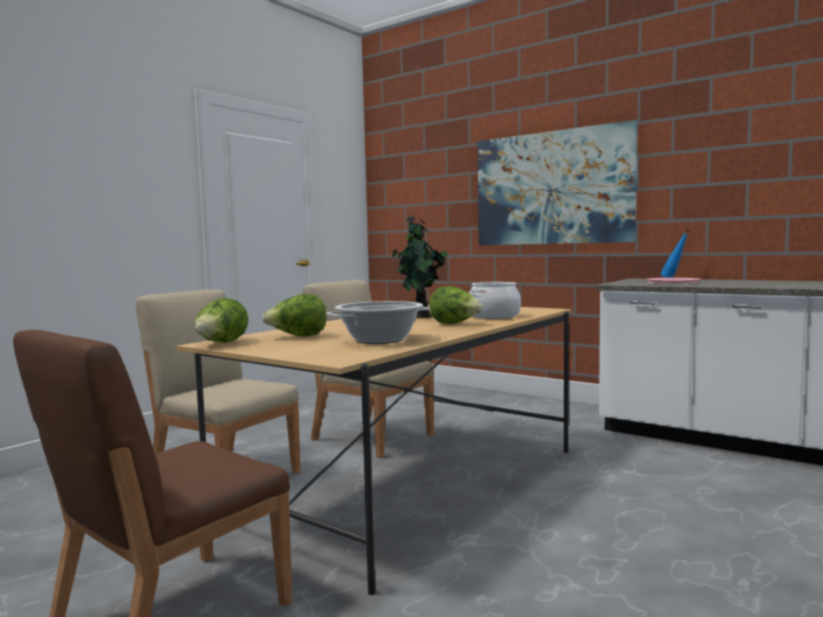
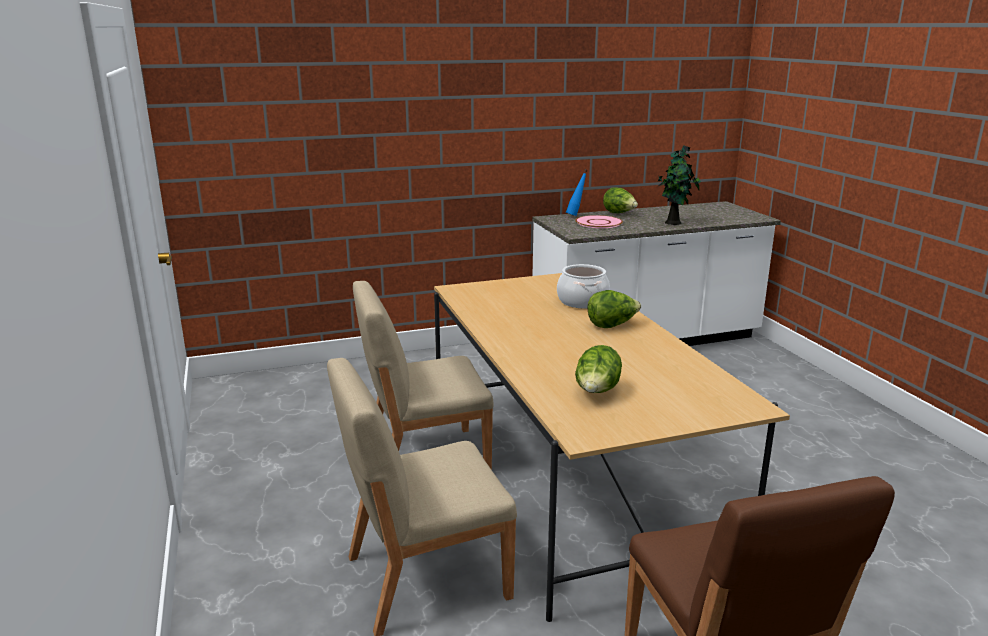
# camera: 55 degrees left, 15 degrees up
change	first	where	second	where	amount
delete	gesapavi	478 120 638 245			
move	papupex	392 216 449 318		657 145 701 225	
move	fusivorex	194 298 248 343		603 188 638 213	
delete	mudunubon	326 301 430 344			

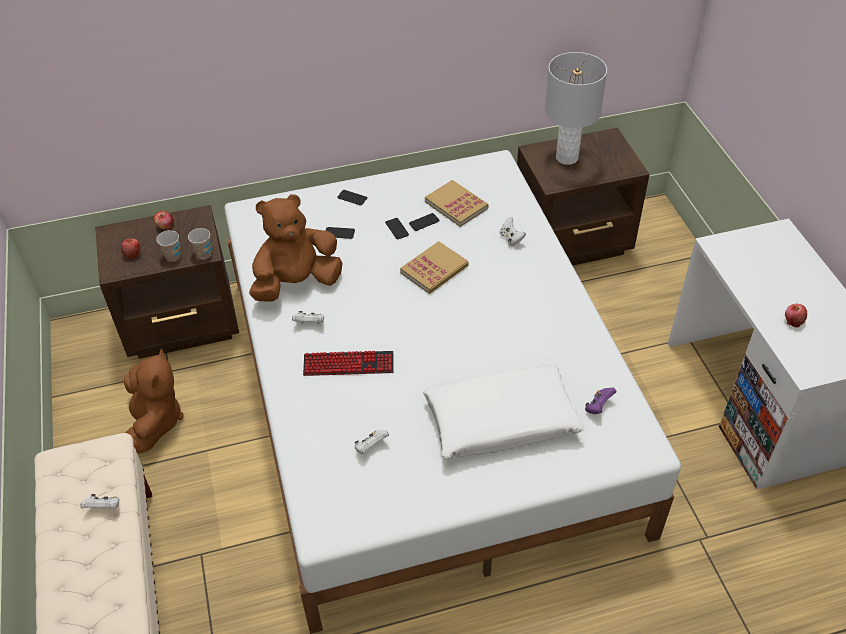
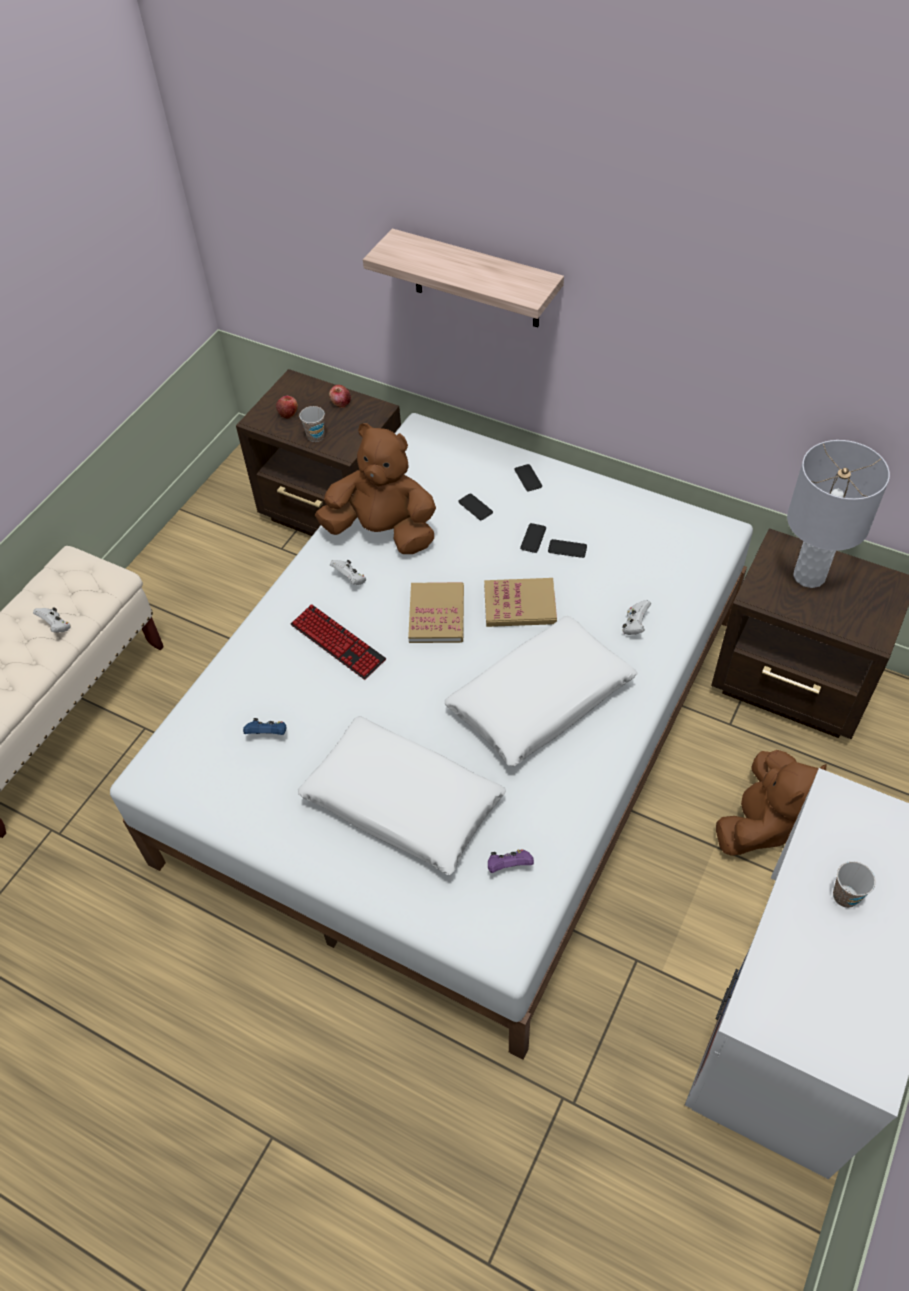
# camera: 45 degrees right, 5 degrees up
change	first	where	second	where	amount
move	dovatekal	425 180 489 227		408 582 464 643	
move	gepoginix	188 228 211 259		833 861 876 908	
delete	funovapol	785 304 807 328			
move	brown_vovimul	124 349 184 453		716 750 827 856	
recolor	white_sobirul	355 430 389 454	blue_sobirul	243 718 286 735	
insert			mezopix	363 228 564 327	
insert			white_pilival	445 616 638 767	

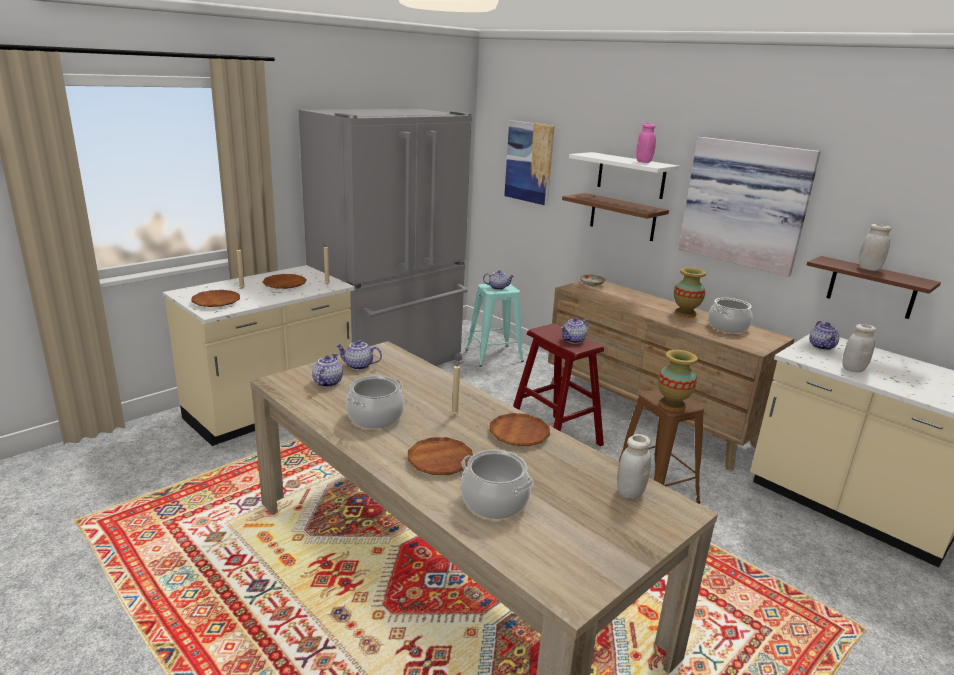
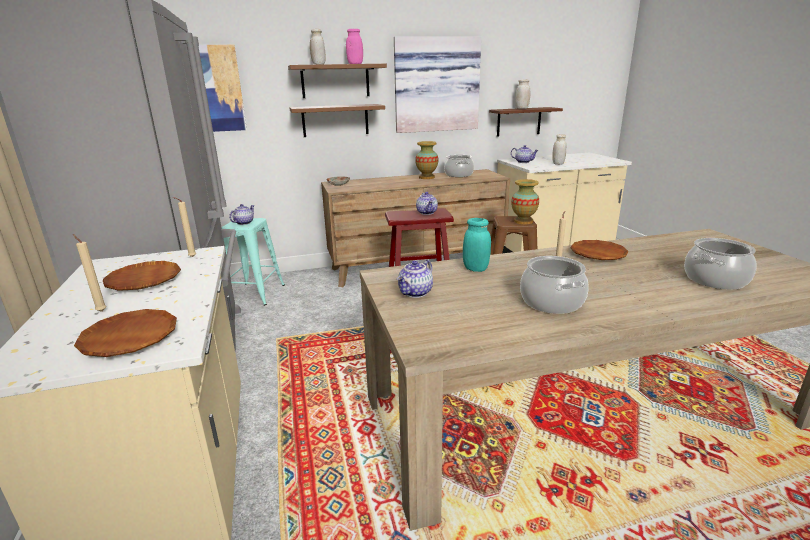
# camera: 60 degrees left, 0 degrees up
change	first	where	second	where	amount
recolor	white_mezopix	569 152 679 199	brown_mezopix	288 64 387 98	
delete	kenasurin	312 353 343 387			
move	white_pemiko	617 434 651 499		310 29 326 65	
delete	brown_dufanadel	408 437 473 475			
insert			turquoise_pemiko	463 218 491 272	

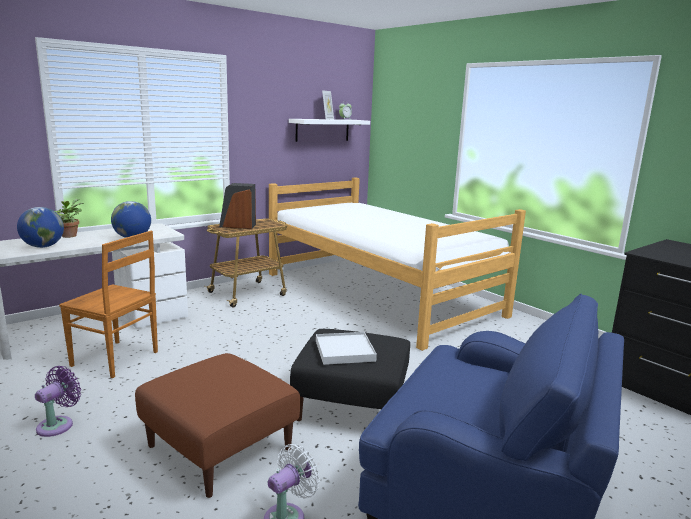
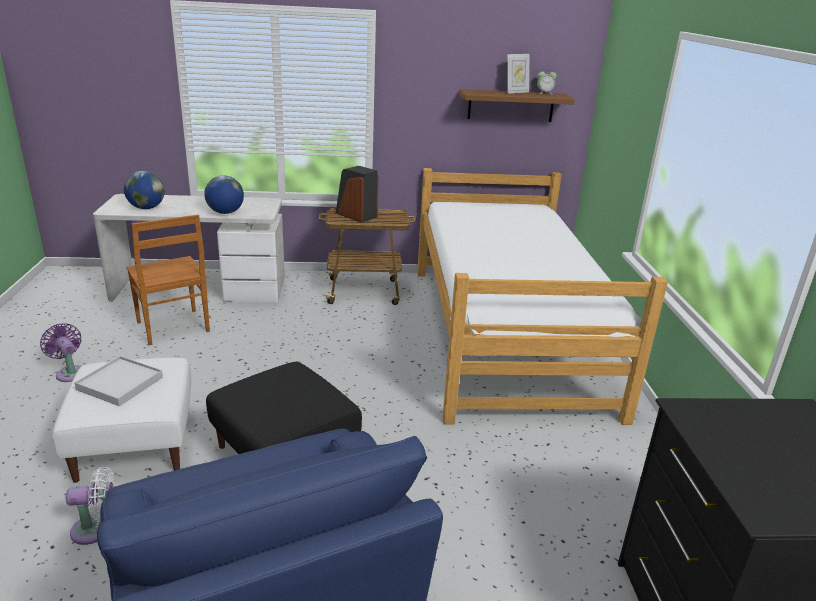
# camera: 35 degrees right, 10 degrees up
change	first	where	second	where	amount
recolor	white_mezopix	289 119 370 142	brown_mezopix	459 89 575 122	
delete	papupex	55 199 84 238			
move	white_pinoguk	316 332 377 365		74 356 163 406	
recolor	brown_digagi	135 353 300 498	white_digagi	52 358 191 483	
rotate	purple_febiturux	35 366 81 437		40 323 81 382	105 degrees counterclockwise

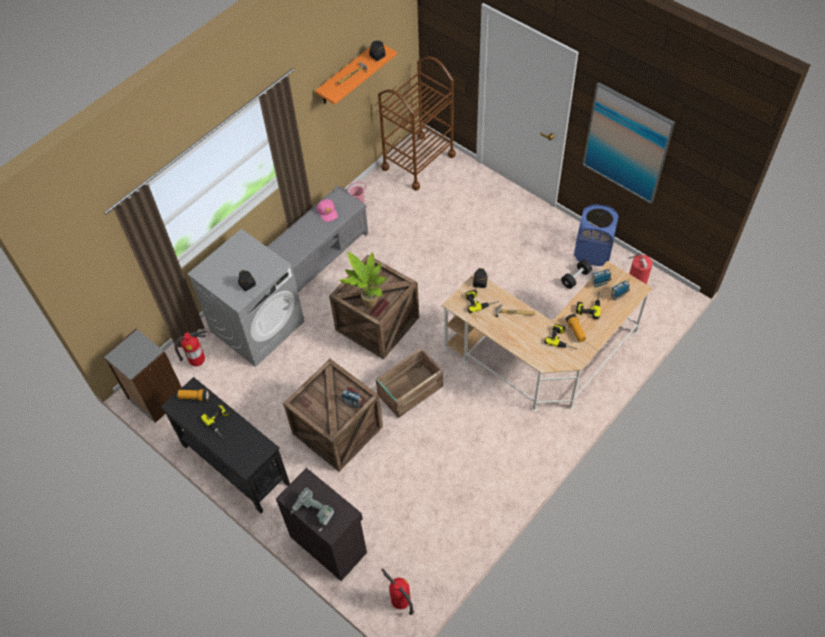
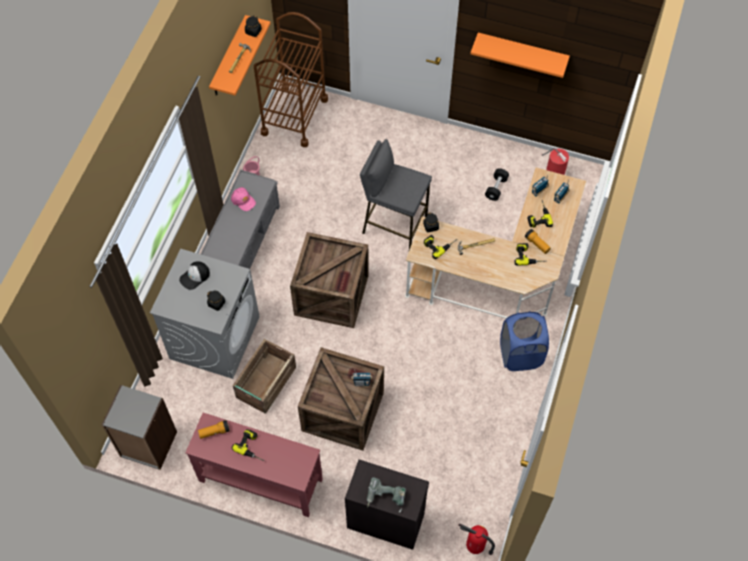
# camera: 25 degrees left, 5 degrees up
change	first	where	second	where	amount
replace	gesapavi	583 82 675 204	orange_mezopix	470 32 570 78	
move	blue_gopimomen	574 204 619 266		500 312 549 371	
delete	papupex	339 252 387 307			
delete	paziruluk	174 330 207 366			
move	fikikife	376 348 443 418		233 339 296 414	
recolor	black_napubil	161 377 290 513	red_napubil	185 413 323 517	
insert			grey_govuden	360 139 432 250	
insert			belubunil	179 261 210 290	

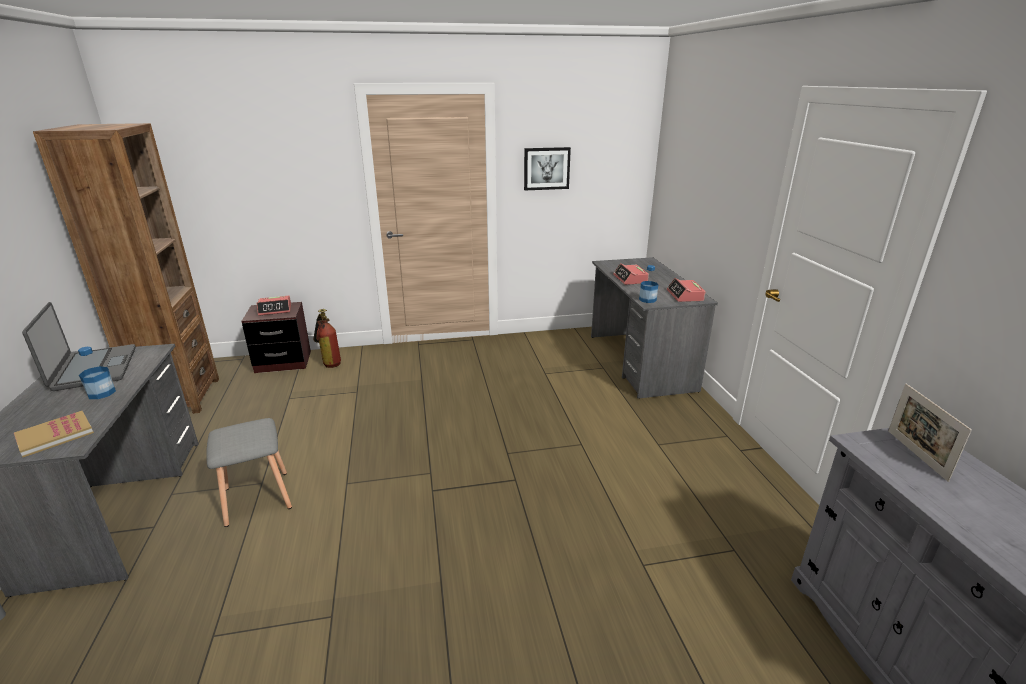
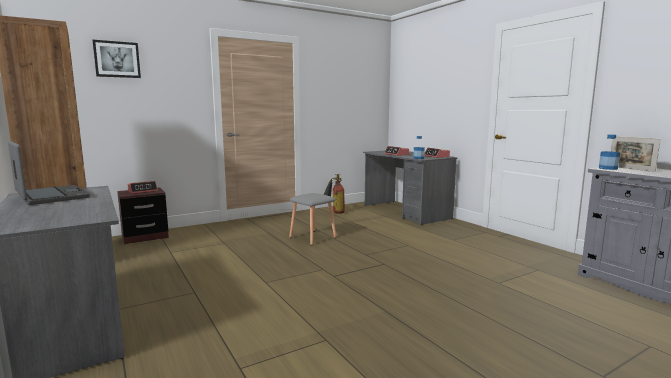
# camera: 20 degrees left, 15 degrees down
change	first	where	second	where	amount
move	gesapavi	524 147 571 190		93 40 141 78	
move	paziruluk	313 309 341 368		324 174 345 214	
move	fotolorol	78 347 116 399		599 134 620 170	
delete	dovatekal	14 411 94 457			
move	grey_govuden	206 418 292 527		289 193 336 245	

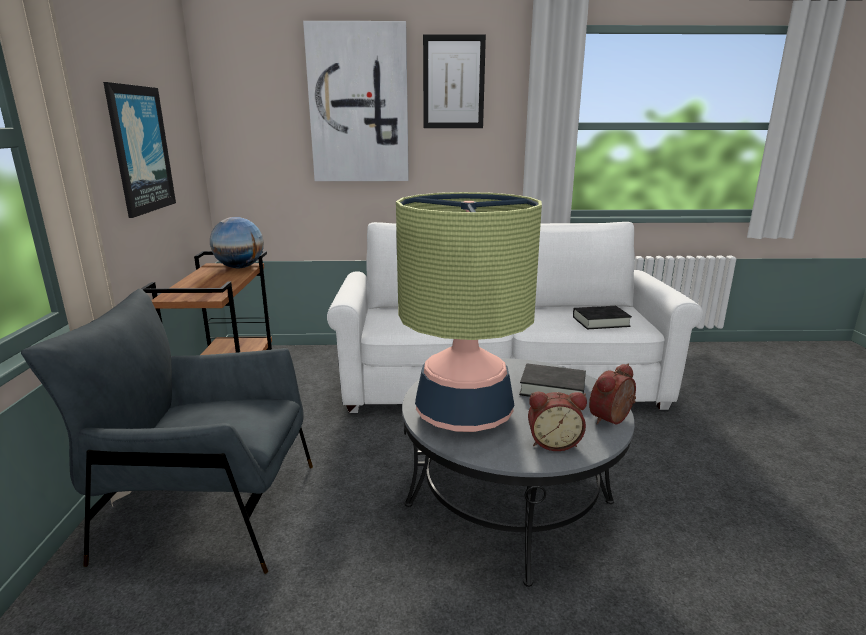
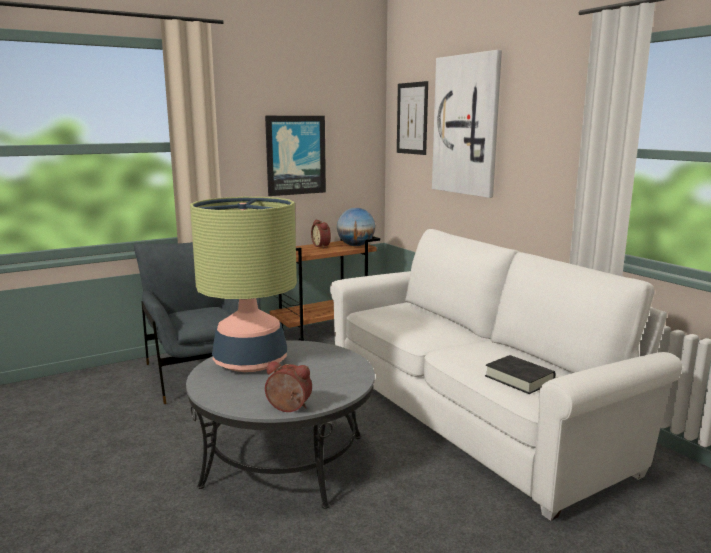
# camera: 60 degrees right, 5 degrees down
change	first	where	second	where	amount
move	gesapavi	423 34 486 128		397 81 428 155	
delete	black_dovatekal	519 363 586 397			
move	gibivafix	528 392 587 451		311 220 331 248	

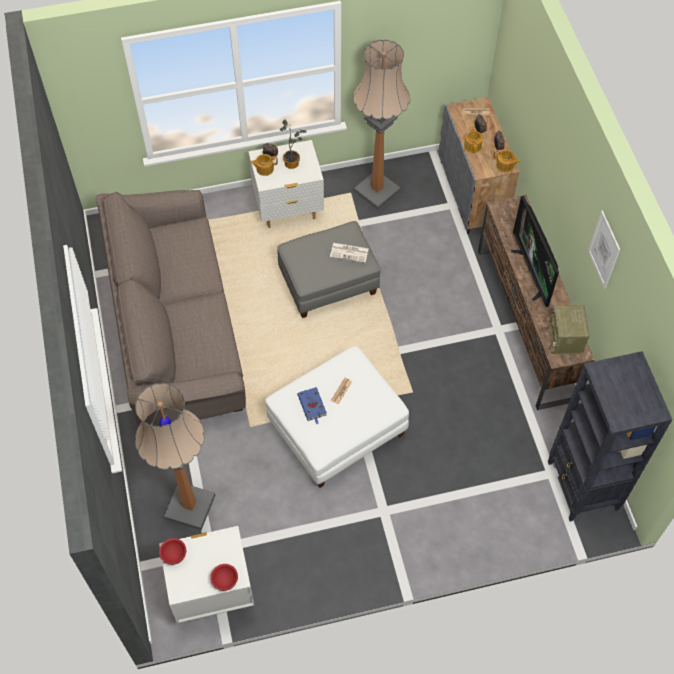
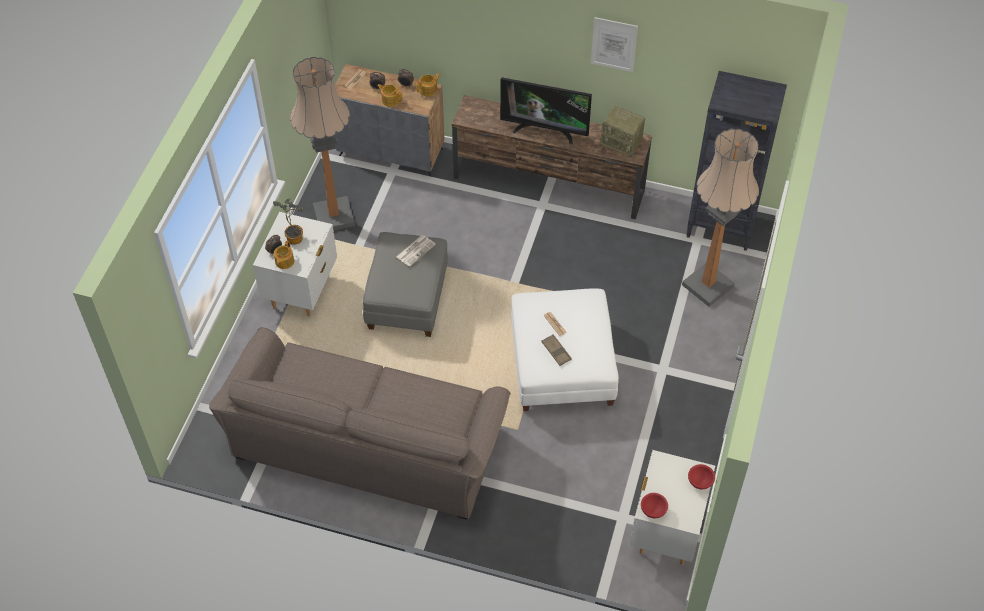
# camera: 60 degrees left, 5 degrees down
change	first	where	second	where	amount
move	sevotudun	135 383 215 530		682 129 759 307	
replace	blue_dovatekal	297 387 327 425	brown_pinoguk	541 334 572 366	

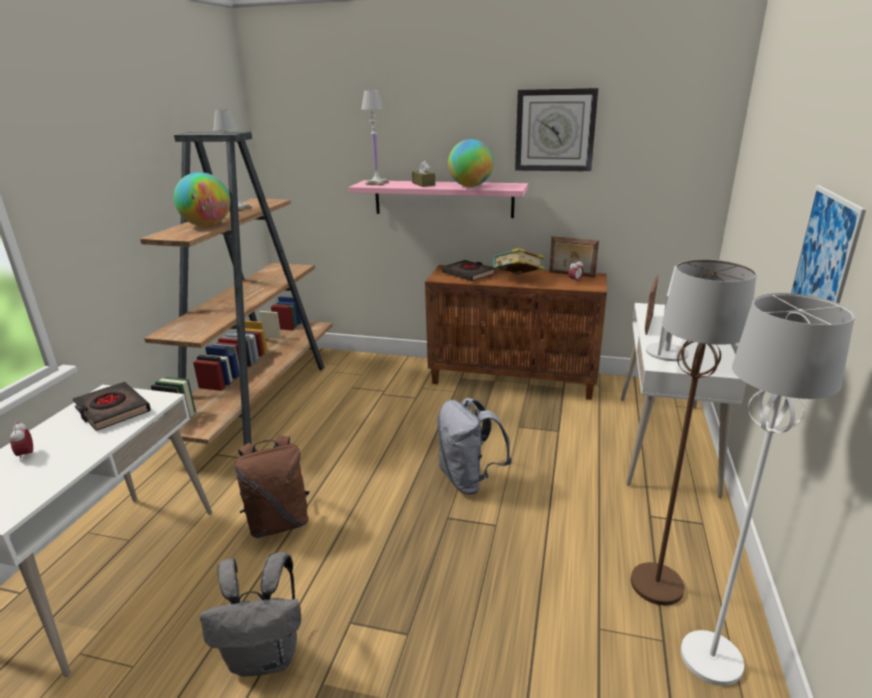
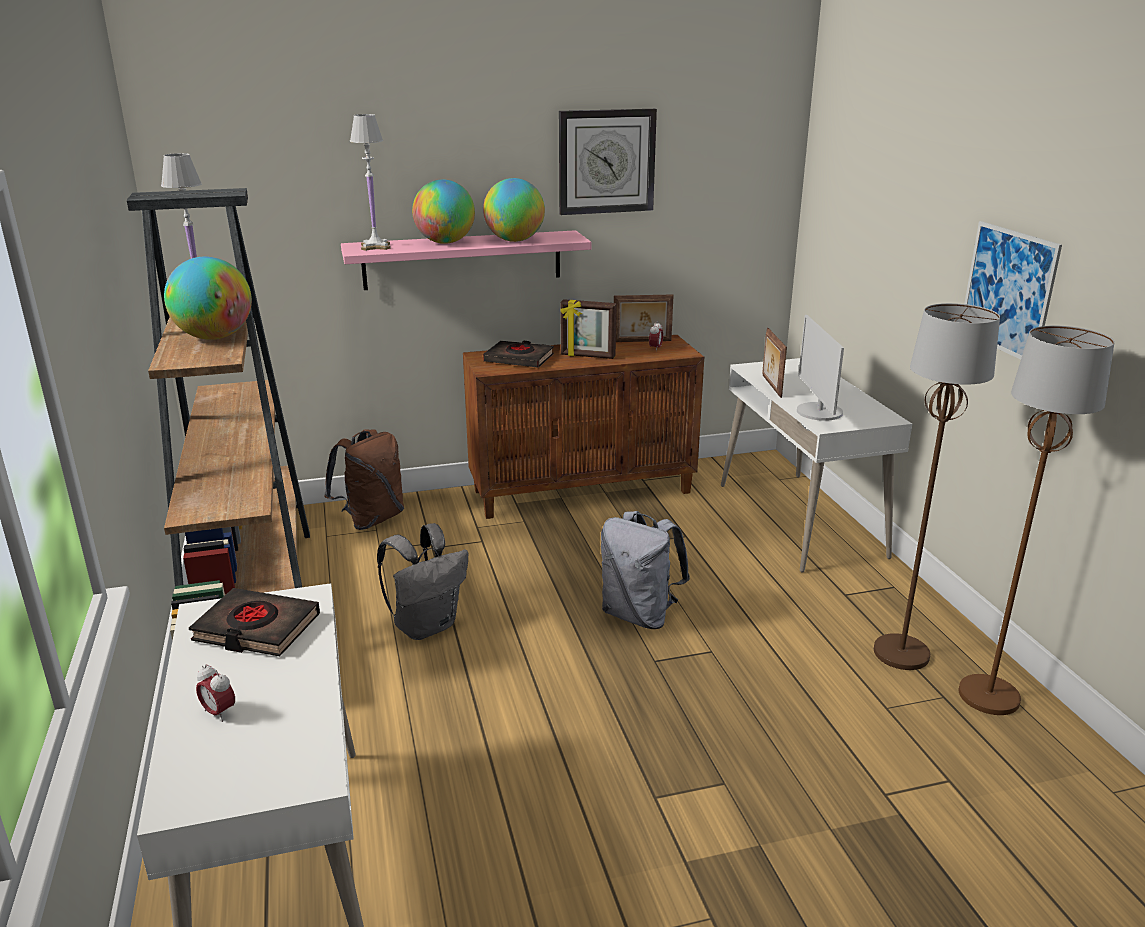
# camera: 30 degrees left, 0 degrees up
change	first	where	second	where	amount
replace	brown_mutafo	412 161 435 187	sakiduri	412 179 475 244	
replace	dovatekal	493 248 545 274	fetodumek	560 299 617 359	
recolor	white_sevotudun	681 293 855 686	brown_sevotudun	959 326 1115 715	
move	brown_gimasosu	235 435 310 538		324 429 404 530	
move	grey_gimasosu	200 552 301 677		377 523 468 640	

